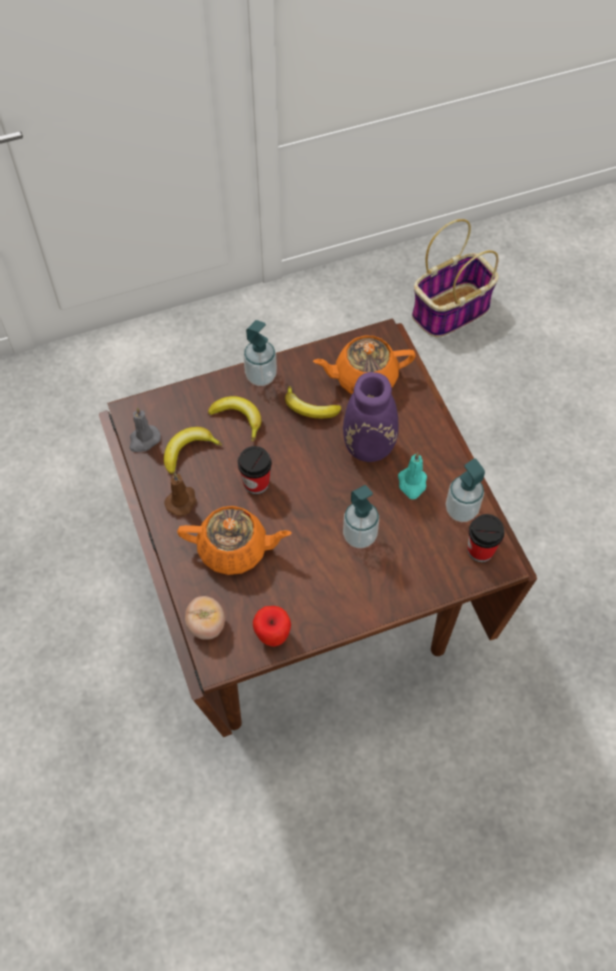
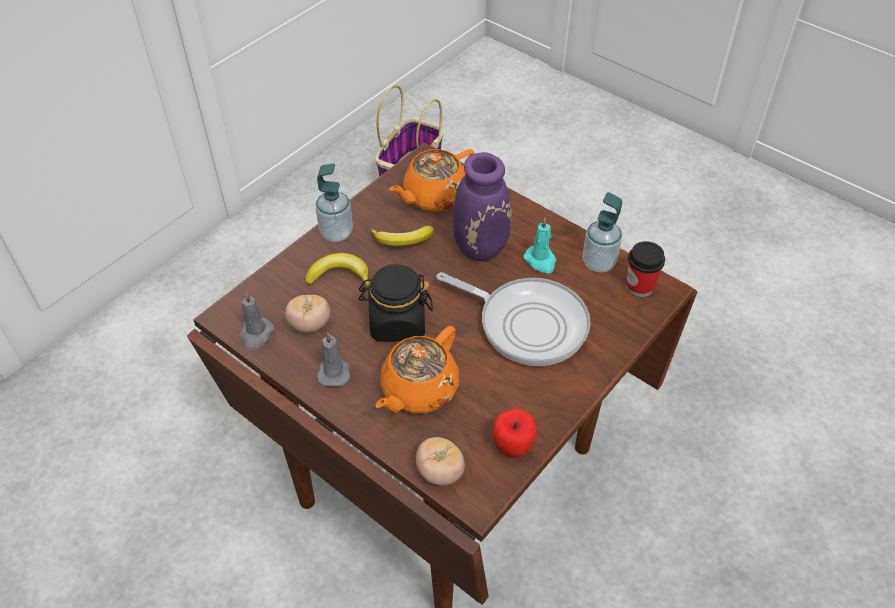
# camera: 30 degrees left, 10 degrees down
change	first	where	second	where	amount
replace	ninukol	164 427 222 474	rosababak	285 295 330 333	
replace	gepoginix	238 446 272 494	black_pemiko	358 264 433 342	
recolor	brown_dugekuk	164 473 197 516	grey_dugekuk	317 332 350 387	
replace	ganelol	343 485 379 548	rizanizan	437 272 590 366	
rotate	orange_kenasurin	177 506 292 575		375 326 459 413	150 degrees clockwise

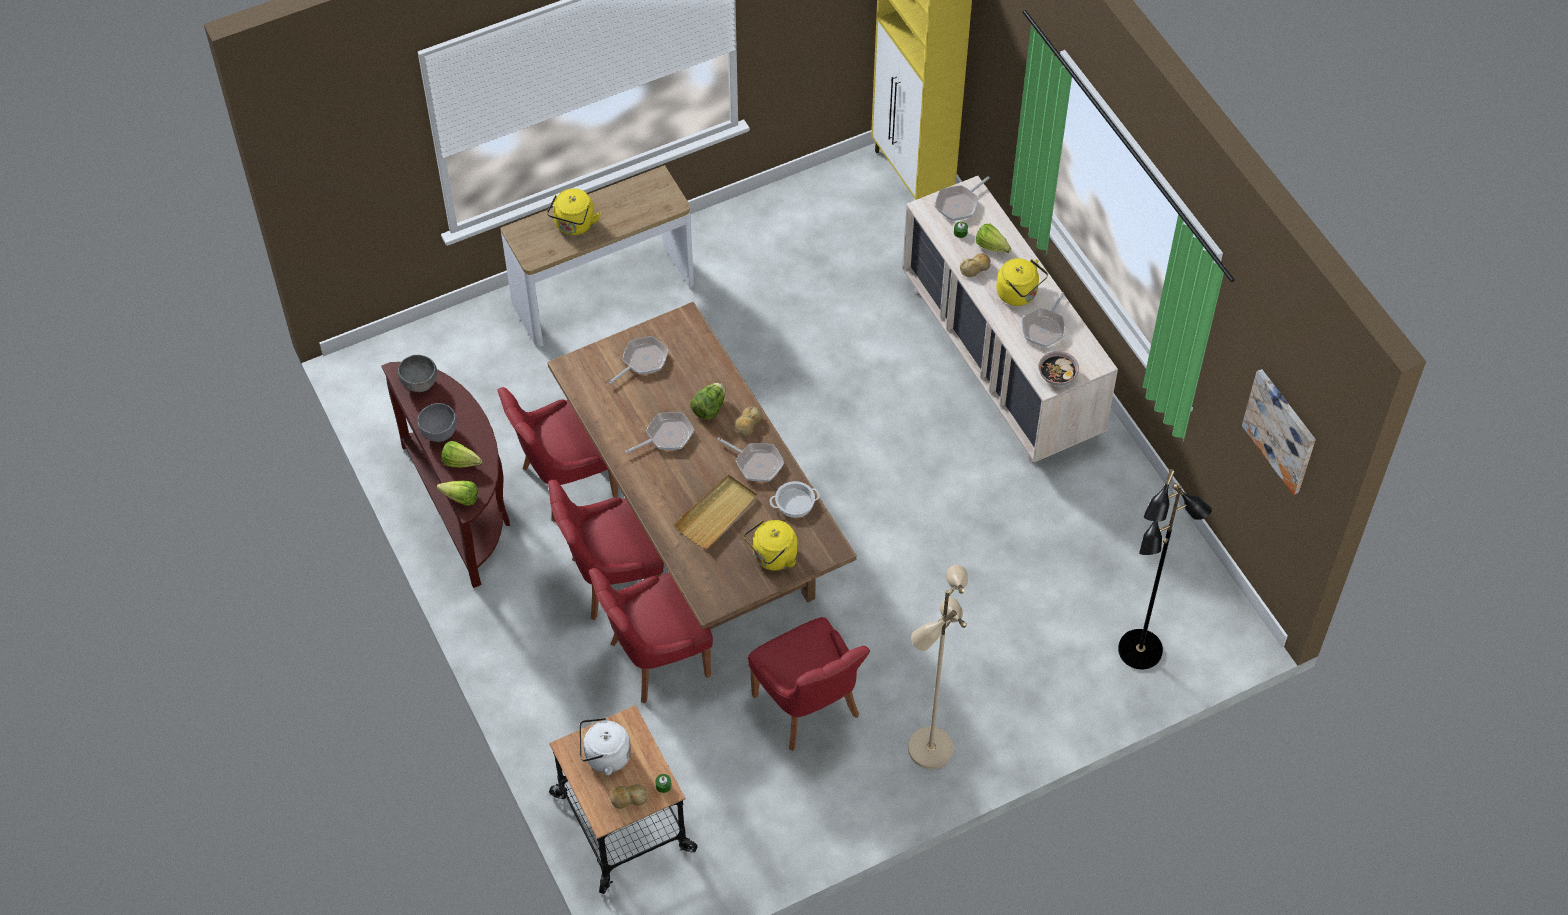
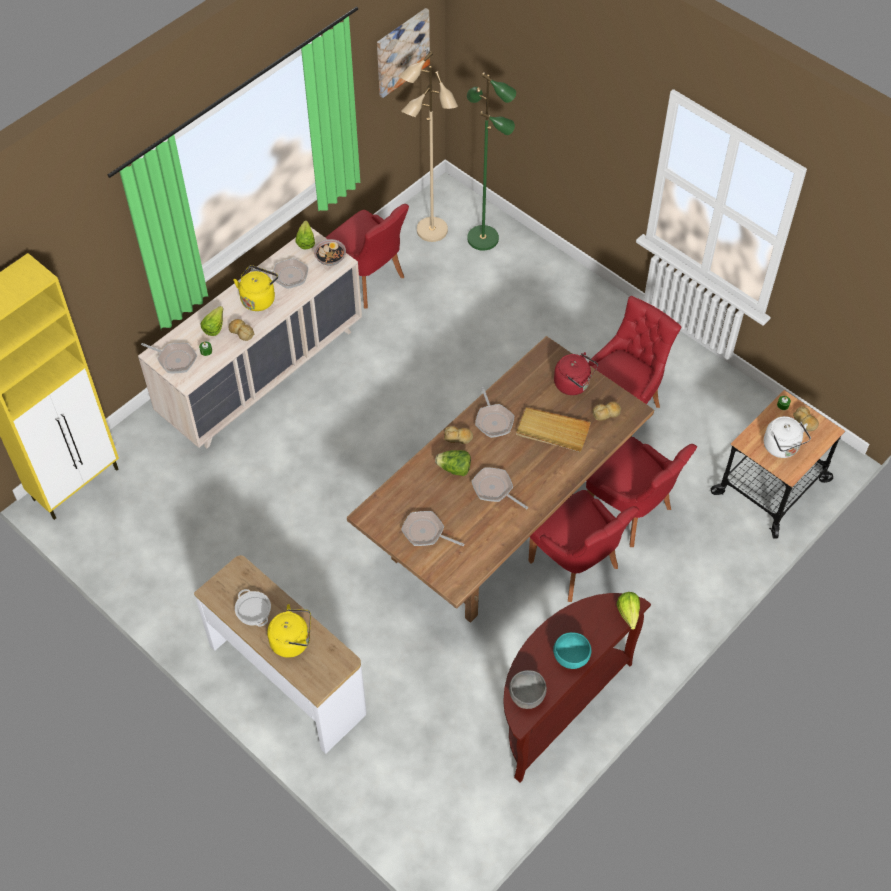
# camera: 110 degrees left, 0 degrees up
change	first	where	second	where	amount
move	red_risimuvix	498 387 618 522		326 204 409 309	
recolor	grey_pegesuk	418 403 457 442	turquoise_pegesuk	553 632 592 669	
rotate	rizanizan	717 438 784 482		475 387 514 438	150 degrees clockwise
move	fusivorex	442 441 482 467		295 220 315 249	
recolor	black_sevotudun	1118 469 1212 669	green_sevotudun	467 72 516 251	
move	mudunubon	769 481 820 518		235 589 271 627	
recolor	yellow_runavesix	744 520 797 571	red_runavesix	554 352 598 395	
move	beige_sevotudun	908 565 968 769		399 51 458 242	
insert			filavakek	593 402 621 421	

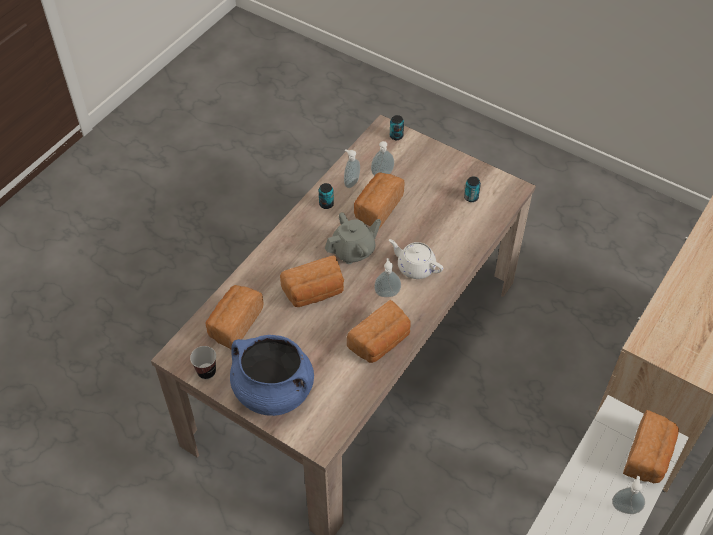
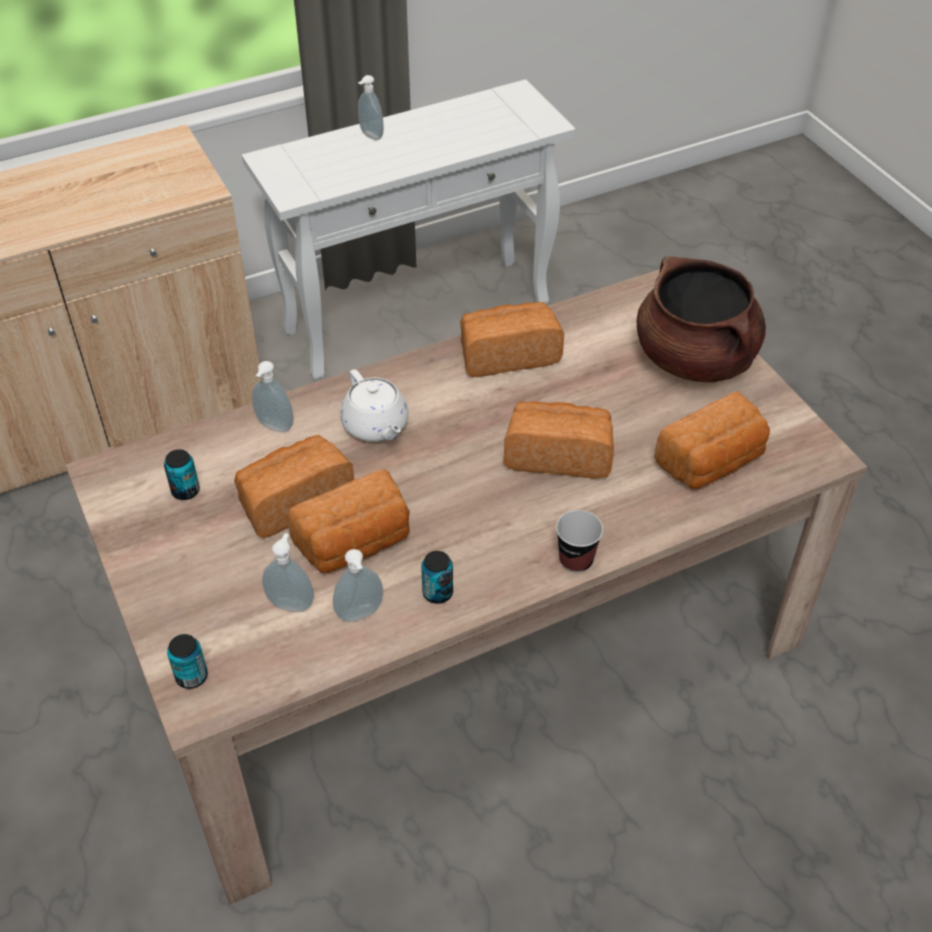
# camera: 150 degrees left, 5 degrees down
change	first	where	second	where	amount
delete	grey_kenasurin	325 212 381 264			
move	ganelol	374 258 401 297		252 361 294 432	
recolor	blue_mudunubon	230 335 314 416	brown_mudunubon	637 256 766 382	
move	gepoginix	190 346 216 379		556 510 603 573	
move	filavakek	623 410 679 483		234 435 354 538	

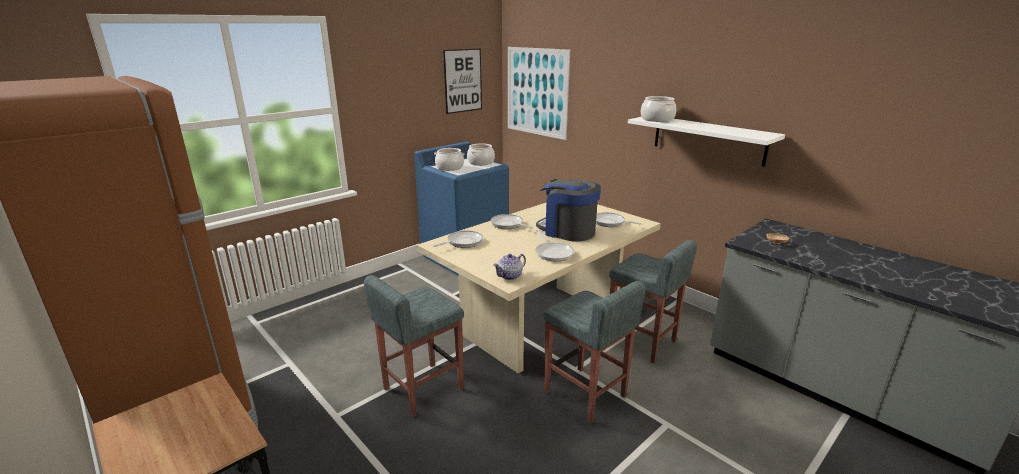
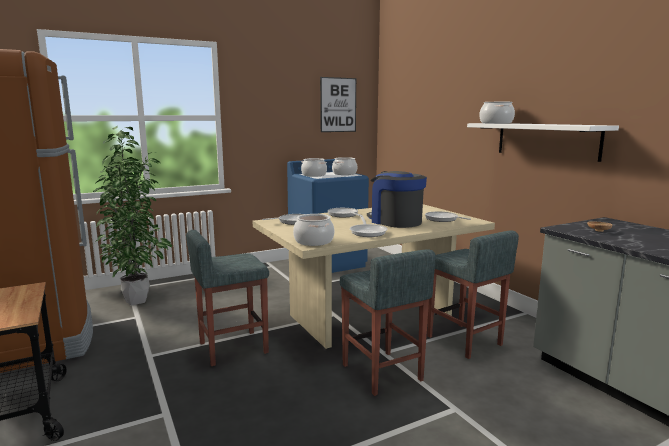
# camera: 15 degrees right, 10 degrees down
change	first	where	second	where	amount
delete	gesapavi	508 47 570 140			
replace	kenasurin	493 254 526 280	mudunubon	293 214 334 246	
insert			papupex	93 126 172 306	

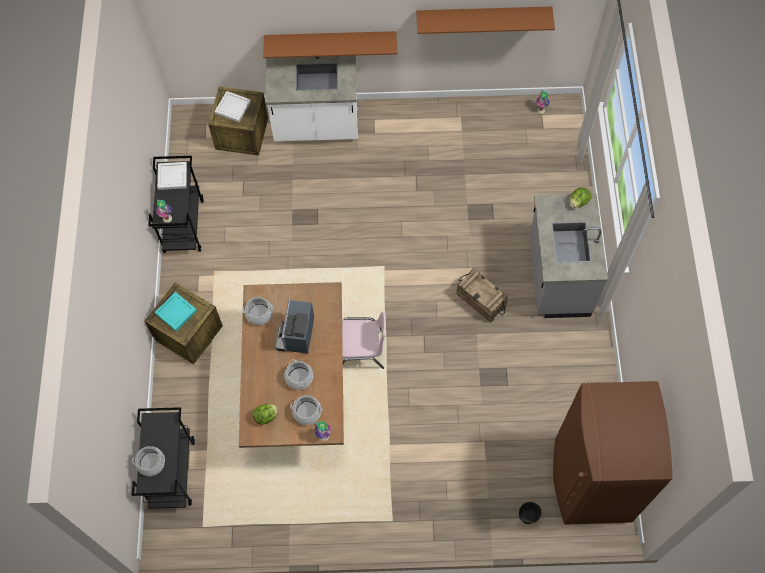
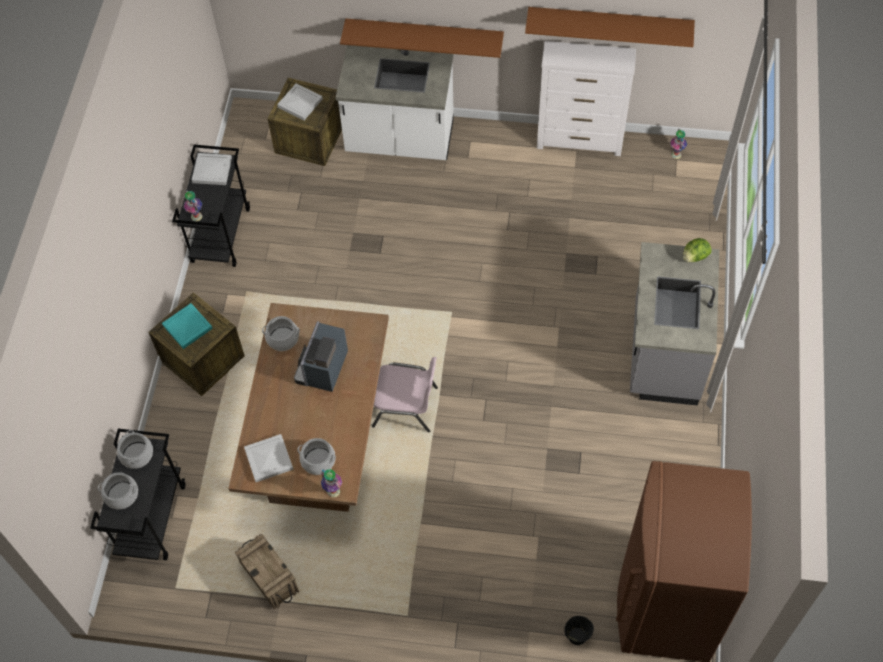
# camera: 10 degrees right, 5 degrees down
change	first	where	second	where	amount
move	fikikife	456 269 508 322		235 534 299 610	
move	mudunubon	284 359 313 390		117 430 153 469	
replace	fusivorex	252 404 278 424	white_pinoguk	244 434 293 482	
insert			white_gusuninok	537 41 636 156	

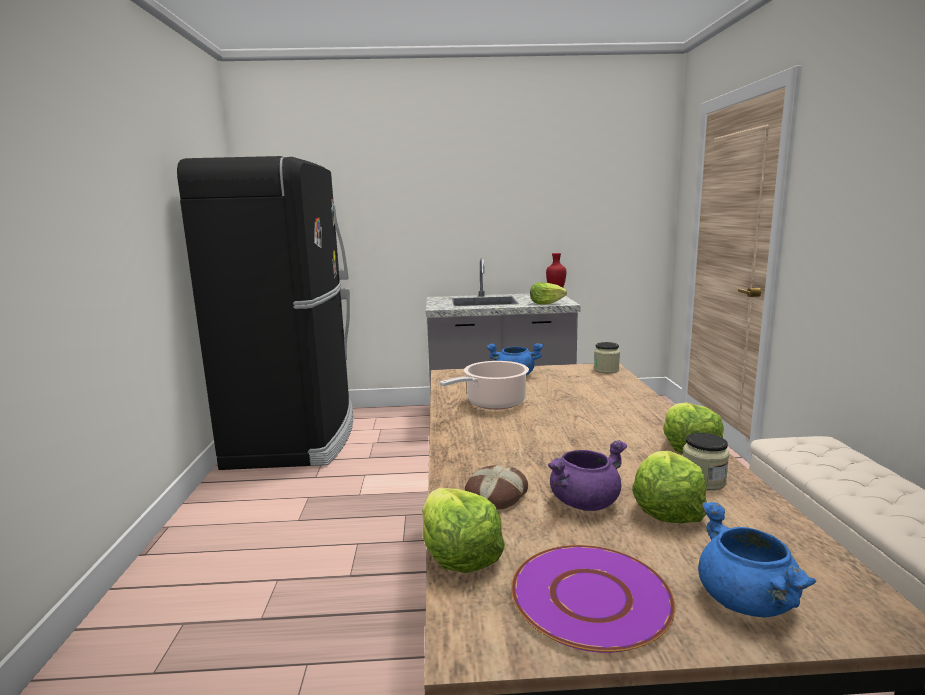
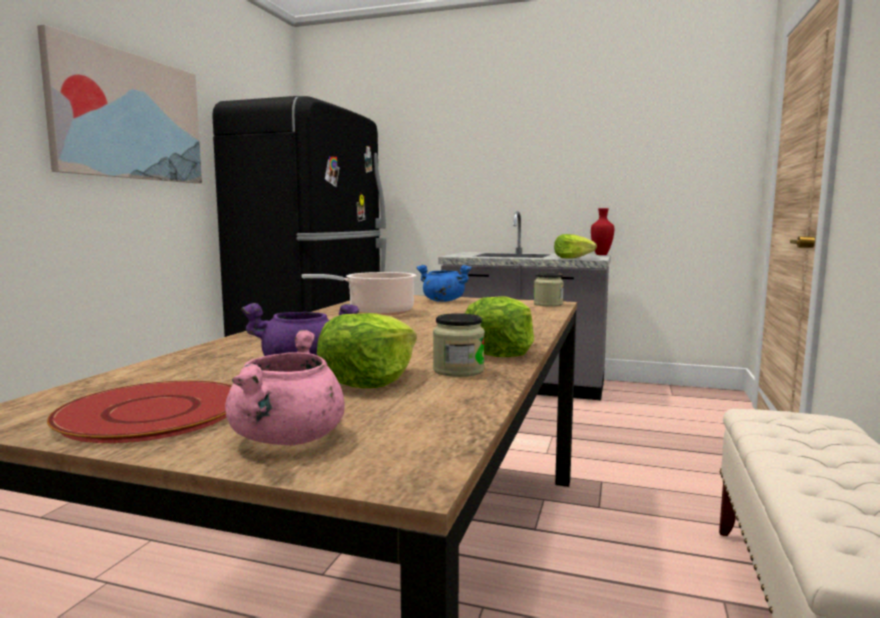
# camera: 20 degrees right, 5 degrees down
change	first	where	second	where	amount
delete	filavakek	465 465 528 509			
delete	fusivorex	422 488 505 573			
recolor	blue_mudunubon	698 502 816 617	pink_mudunubon	225 330 345 445	
recolor	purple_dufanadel	511 545 675 653	red_dufanadel	47 380 232 443	
insert			gesapavi	37 24 202 184	

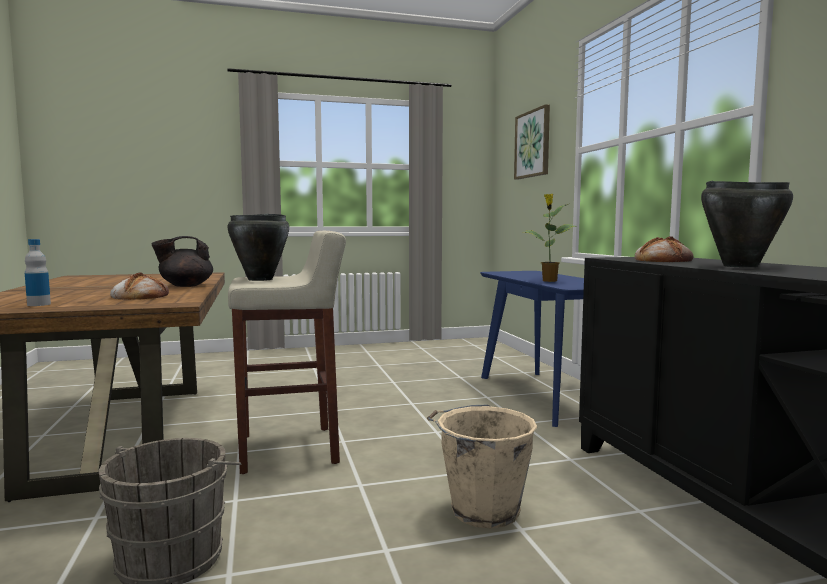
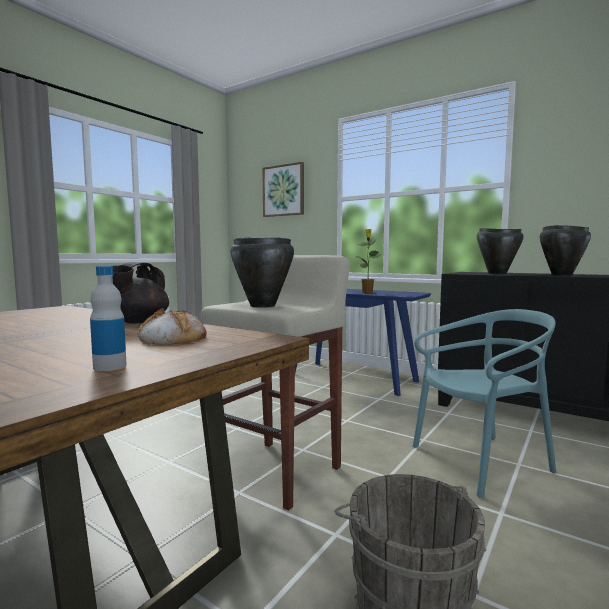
# camera: 40 degrees left, 0 degrees up
change	first	where	second	where	amount
replace	filavakek	634 236 693 262	black_mudunubon	477 228 524 274	
replace	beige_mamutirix	427 404 537 529	turquoise_risimuvix	413 309 556 498	

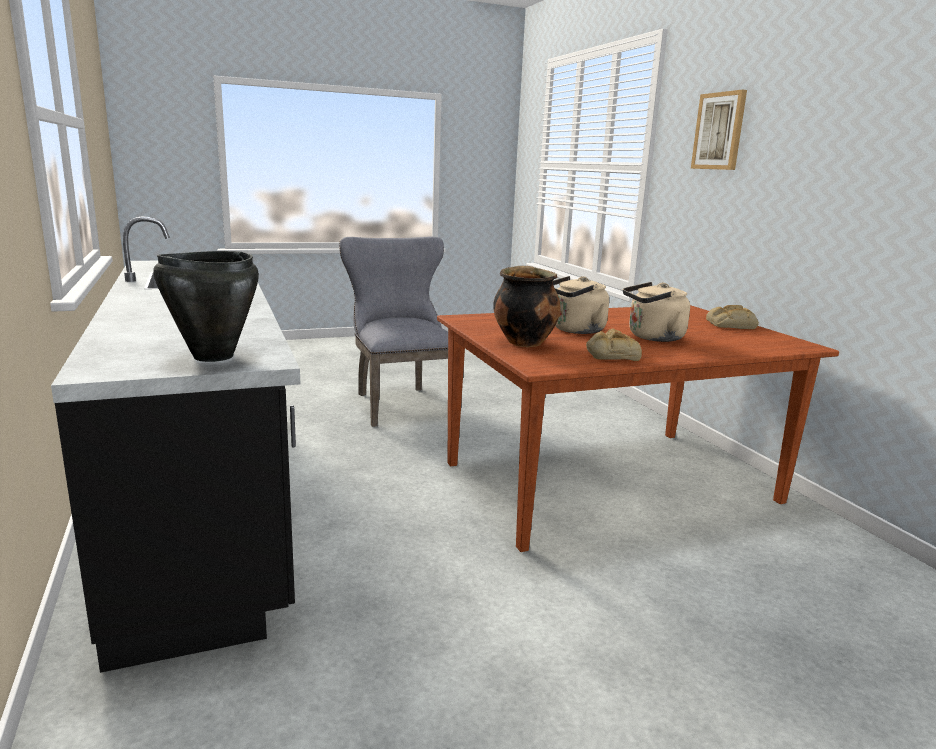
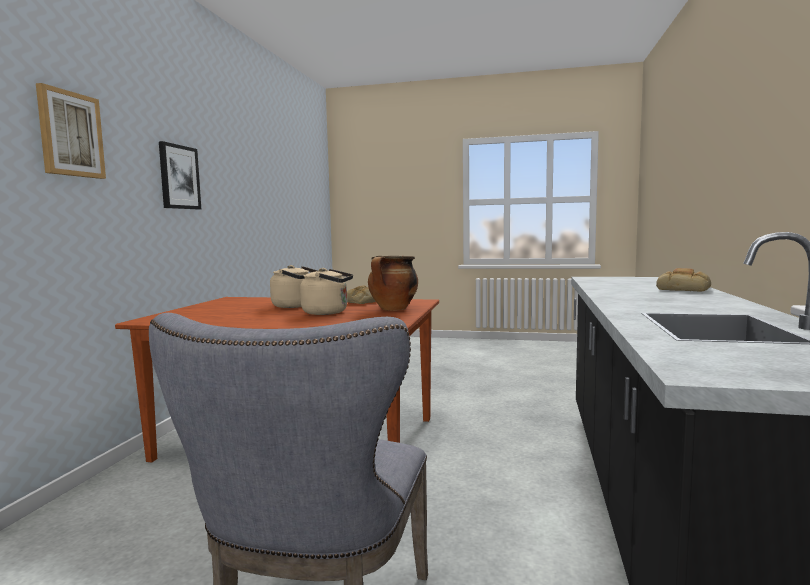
# camera: 145 degrees left, 10 degrees down
change	first	where	second	where	amount
delete	black_mudunubon	153 251 259 362			
move	filavakek	706 305 759 329		656 268 711 292	
insert			gesapavi	159 141 201 209	

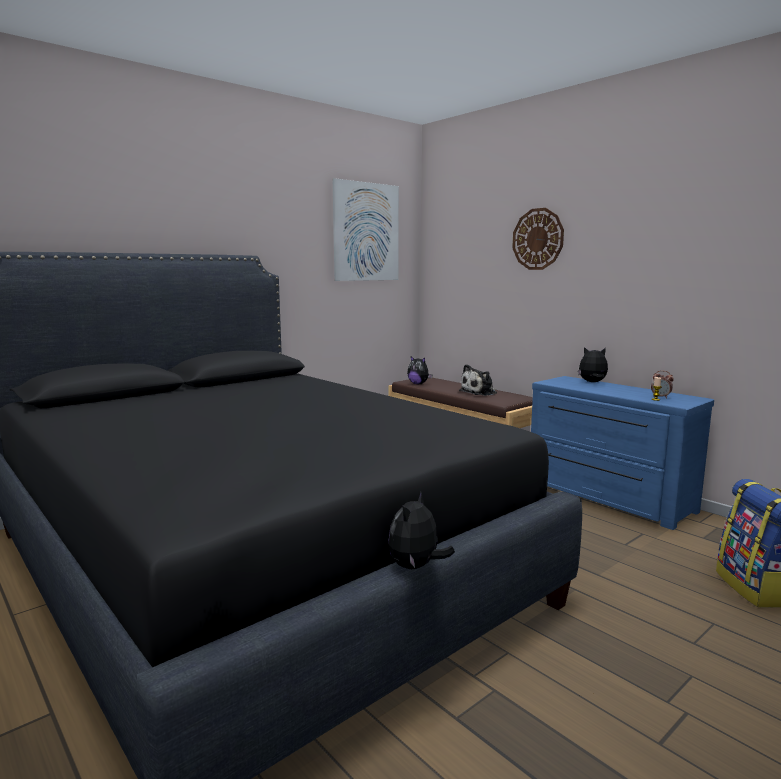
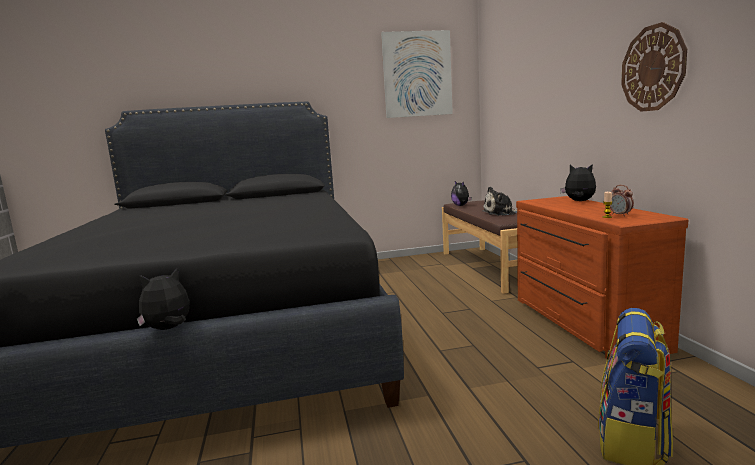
# camera: 30 degrees right, 0 degrees up
change	first	where	second	where	amount
move	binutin	512 208 564 270		621 22 687 112	
recolor	blue_gusuninok	531 376 714 530	brown_gusuninok	516 196 688 359	

